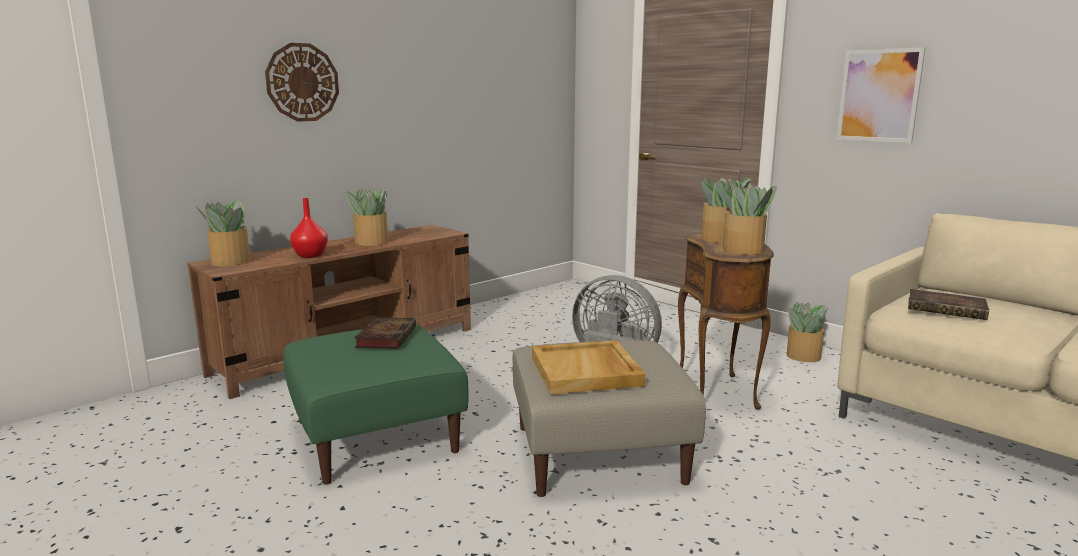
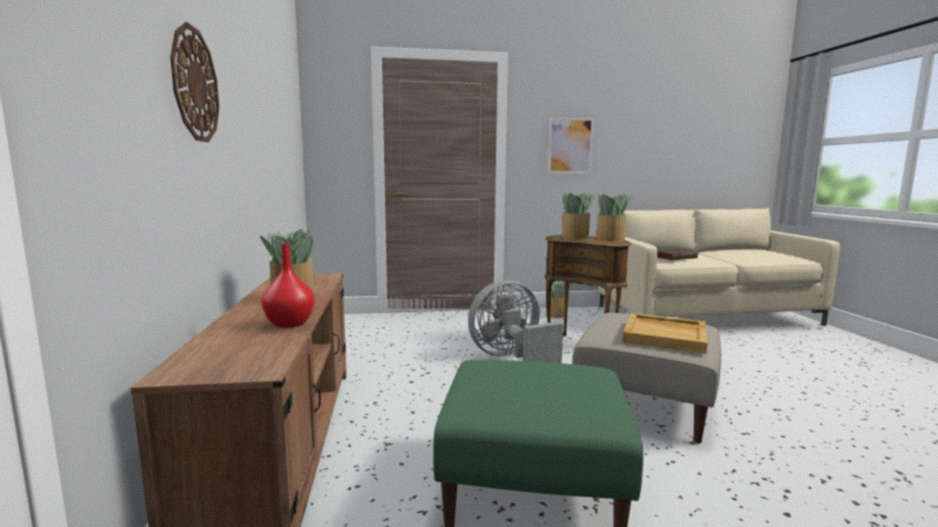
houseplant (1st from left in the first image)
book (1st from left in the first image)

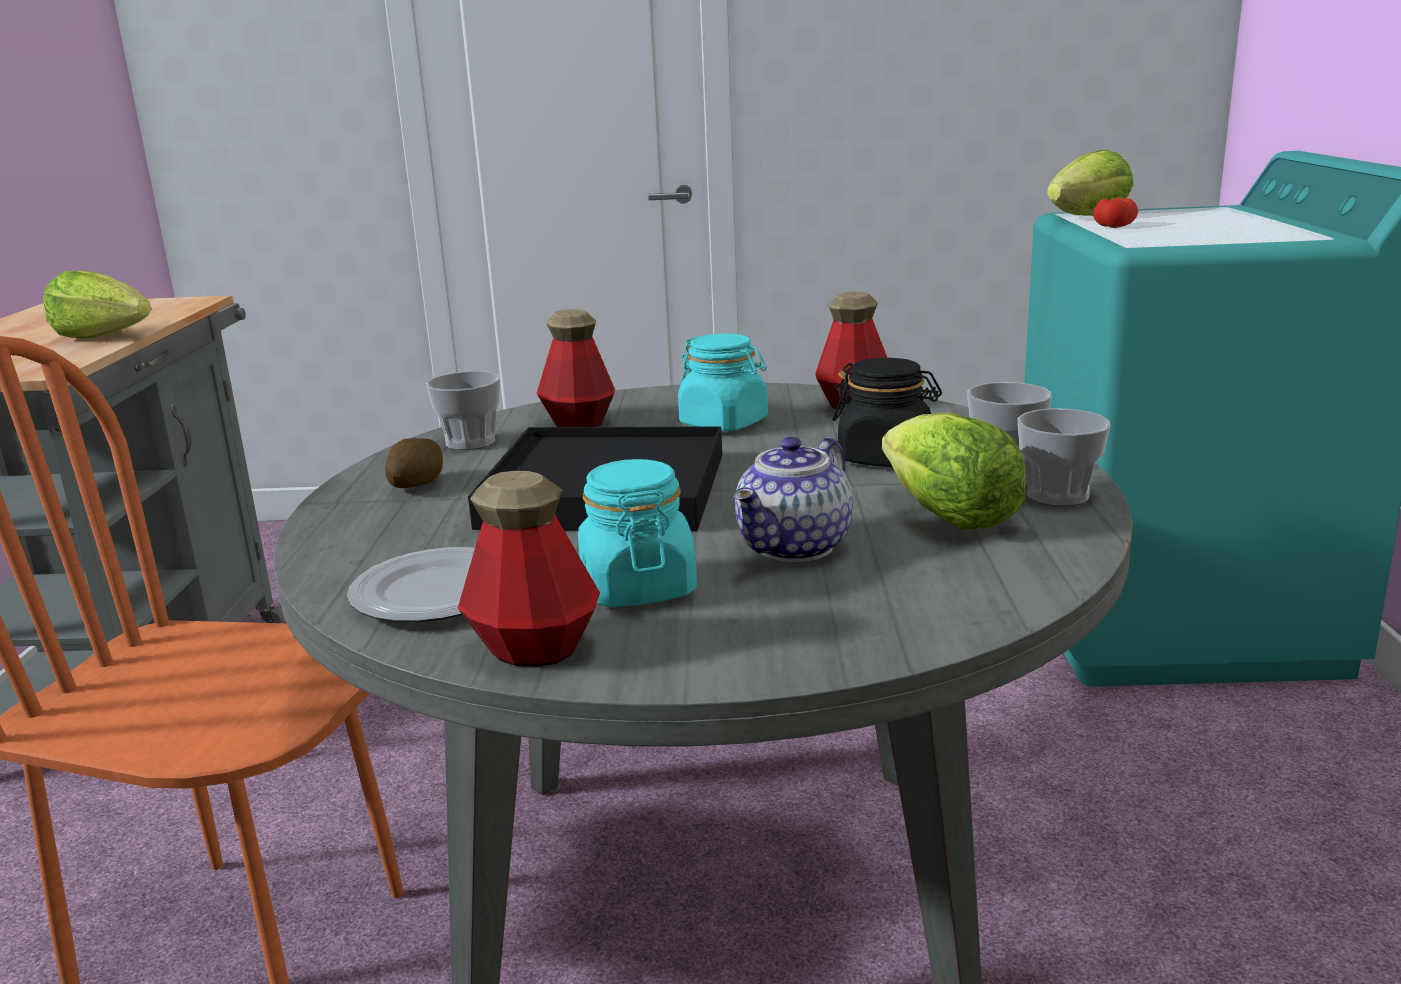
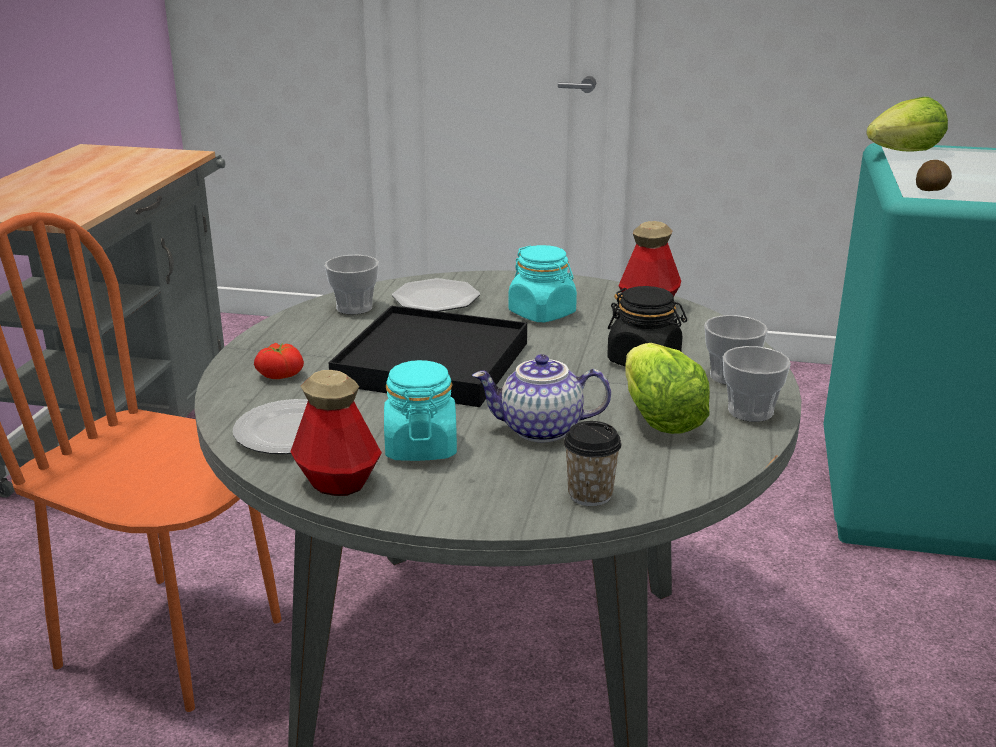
whole_tomato
lettuce (1st from left in the first image)
plate (2nd from left)
teapot
potato
cup (2nd from left)

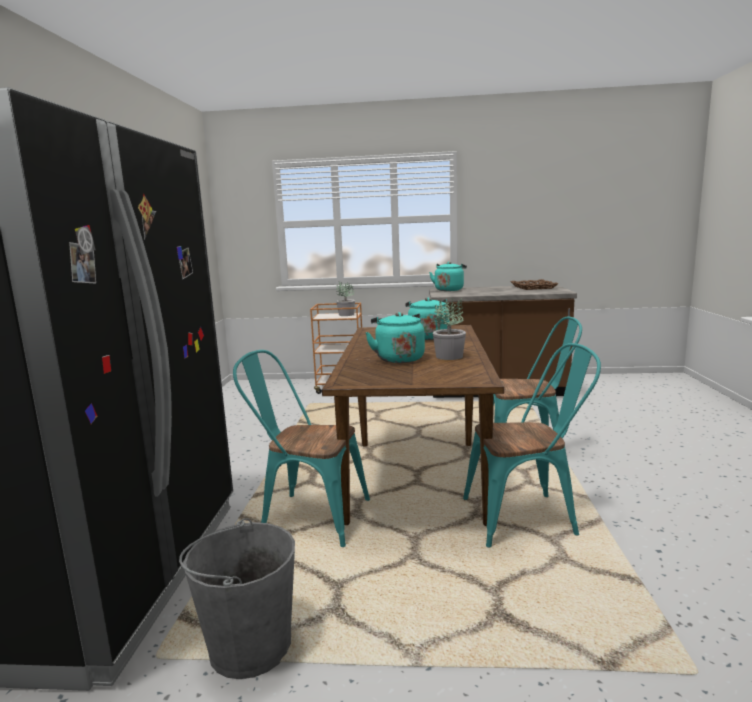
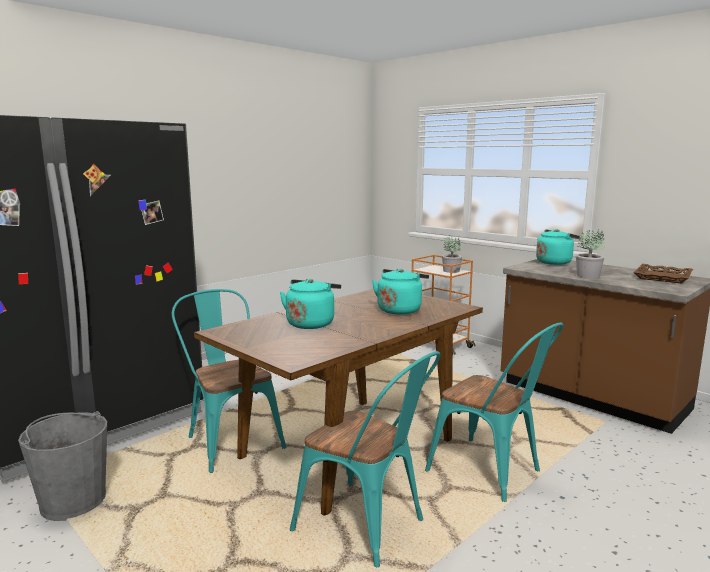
houseplant (2nd from left)

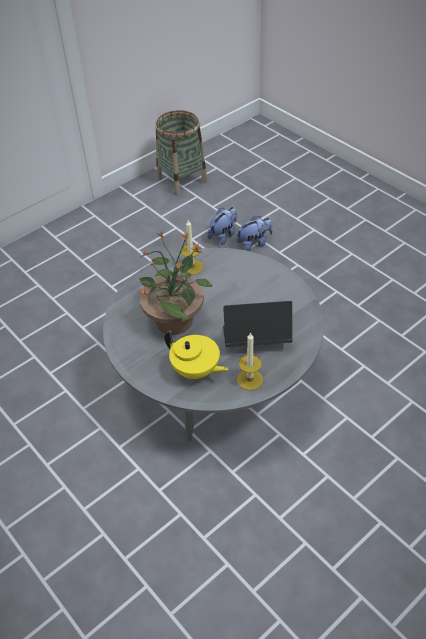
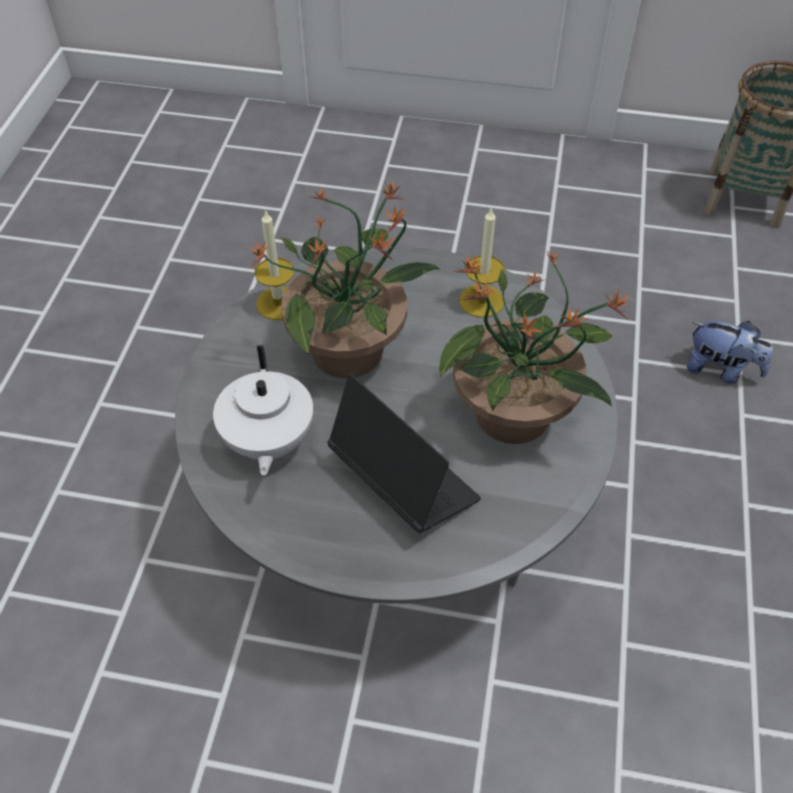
plush_toy (1st from left in the first image)
white_teapot
wax_candle (1st from left)
houseplant (2nd from left)

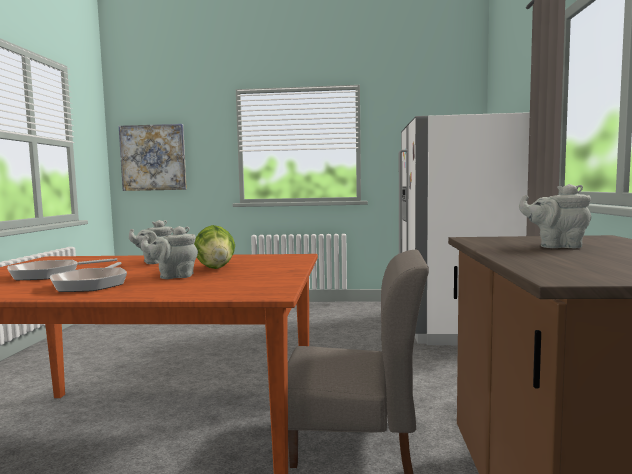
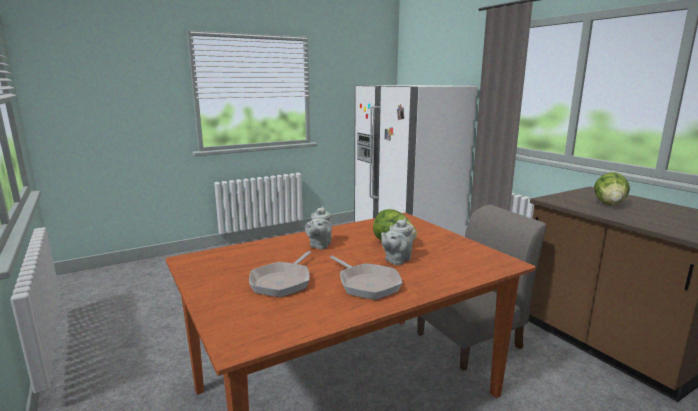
picture
lettuce (2nd from left)

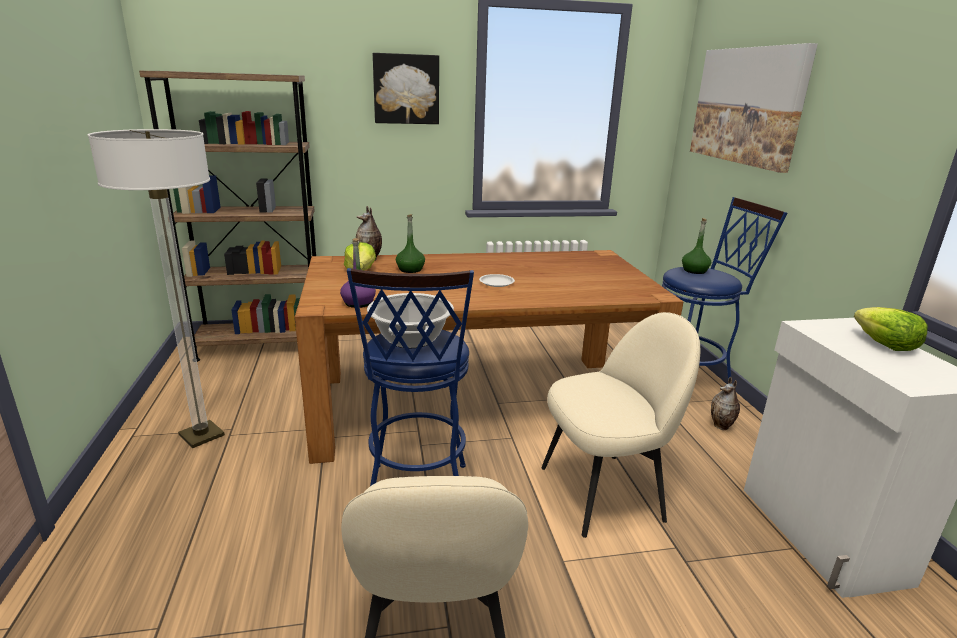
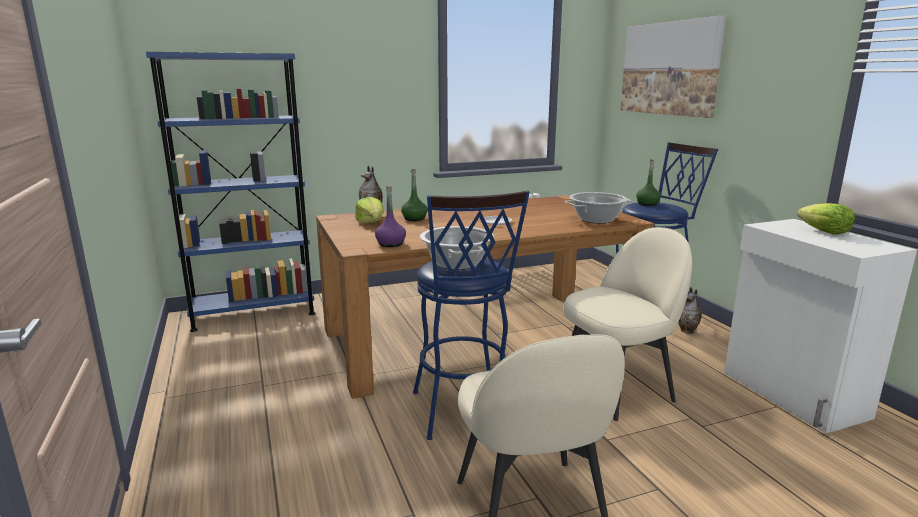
picture (1st from left in the first image)
blue-coloured_shelving_unit
standard_lamp
saucepot (2nd from left)

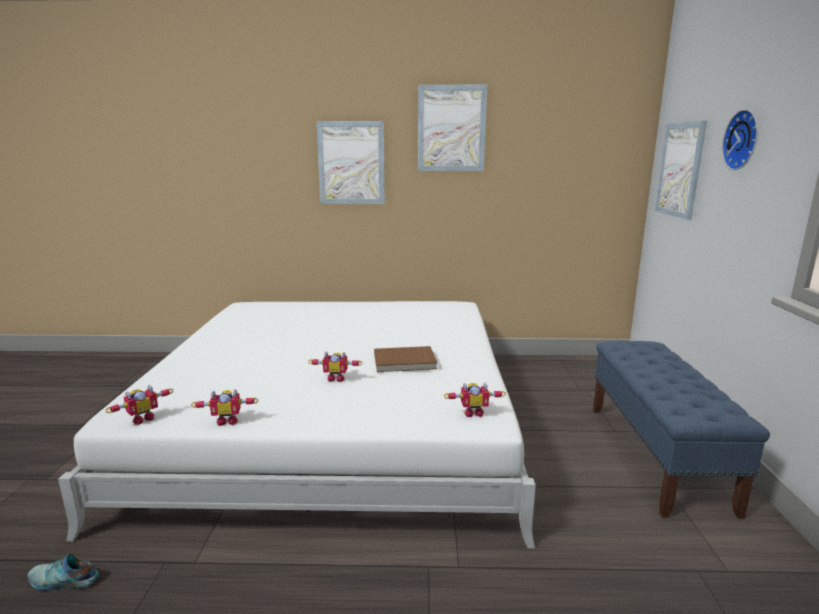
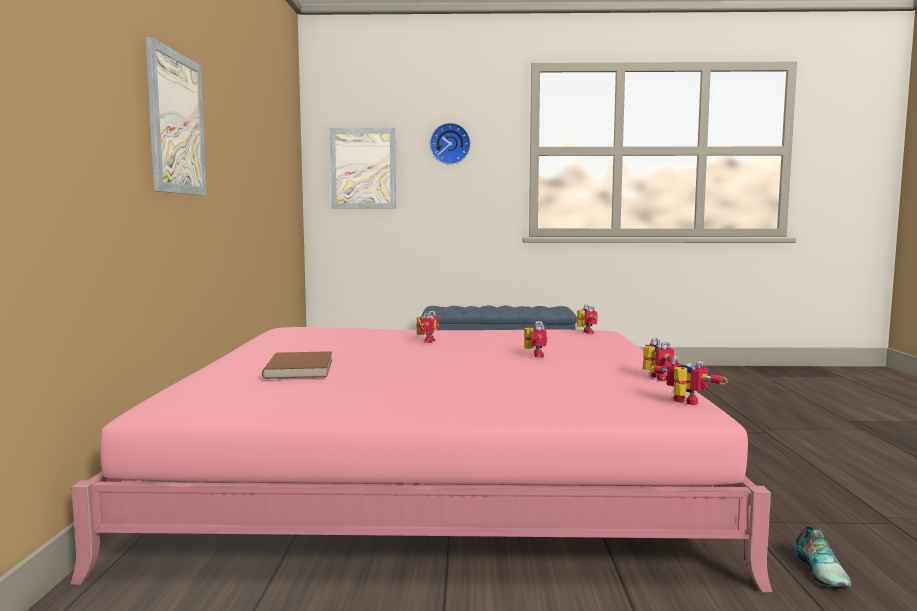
picture (2nd from left in the first image)
pink_bedroom_bed
brownish_book
robot_figure (1st from left)

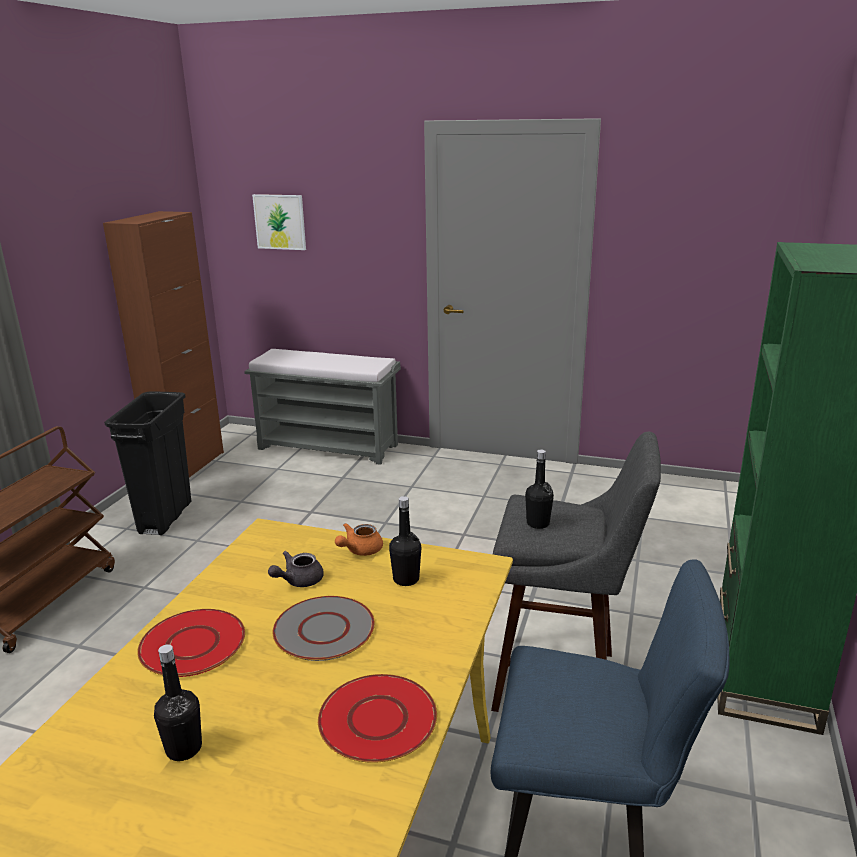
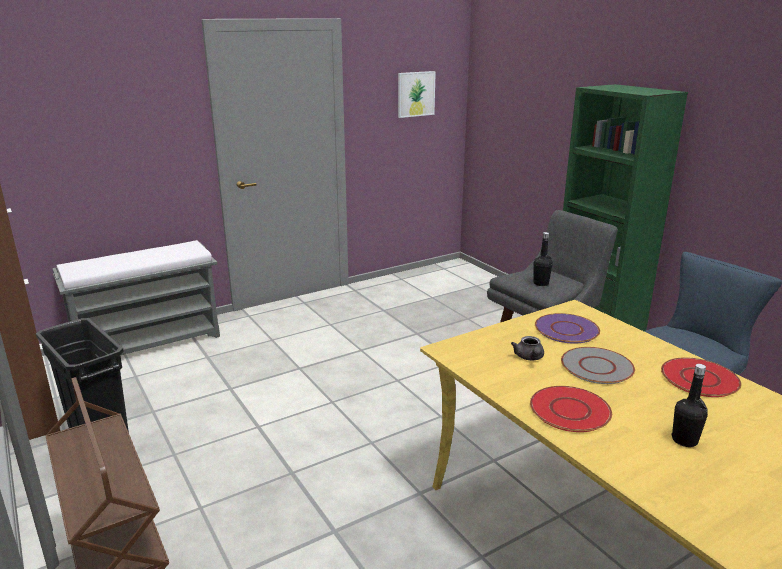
picture
purple-coloured_plate
orangey_teapot

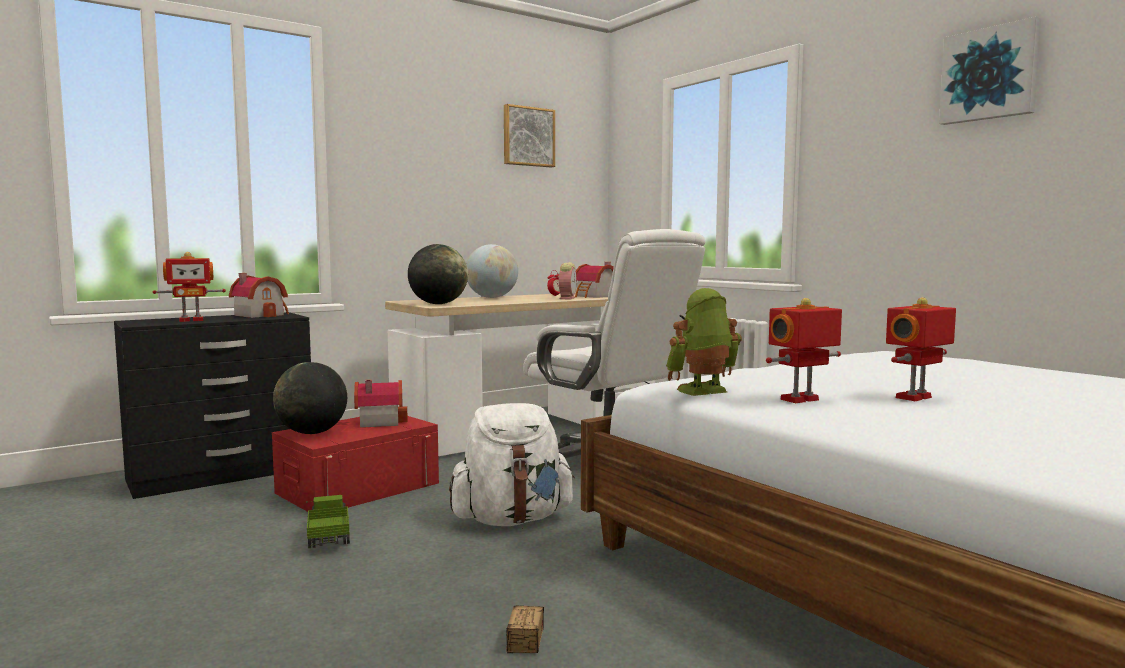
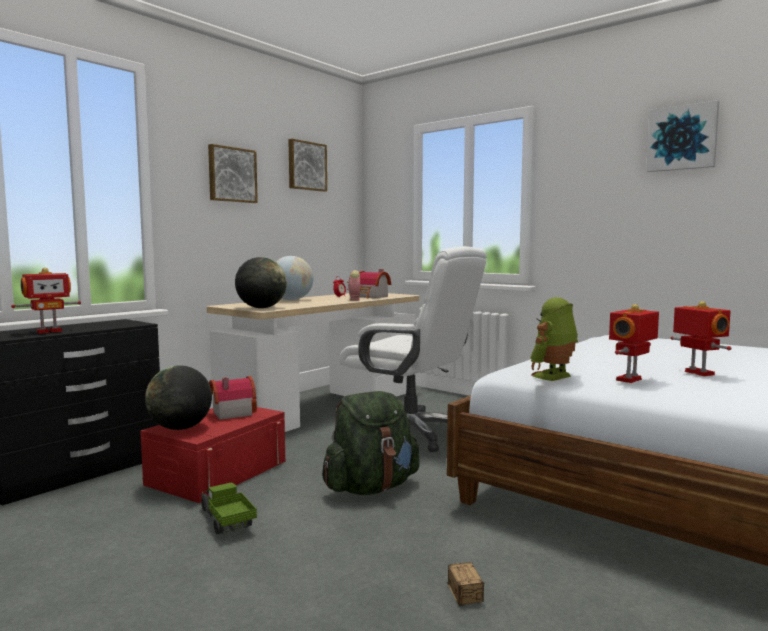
model_house (1st from left in the first image)
robot_figure (4th from left)
green-coloured_backpack
picture (1st from left)

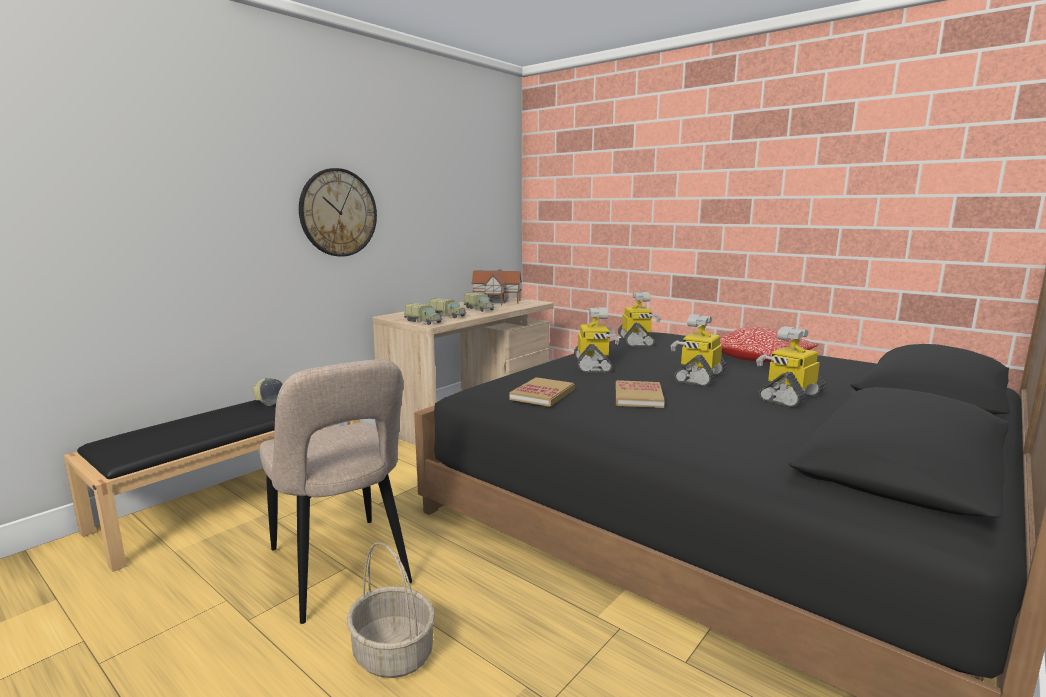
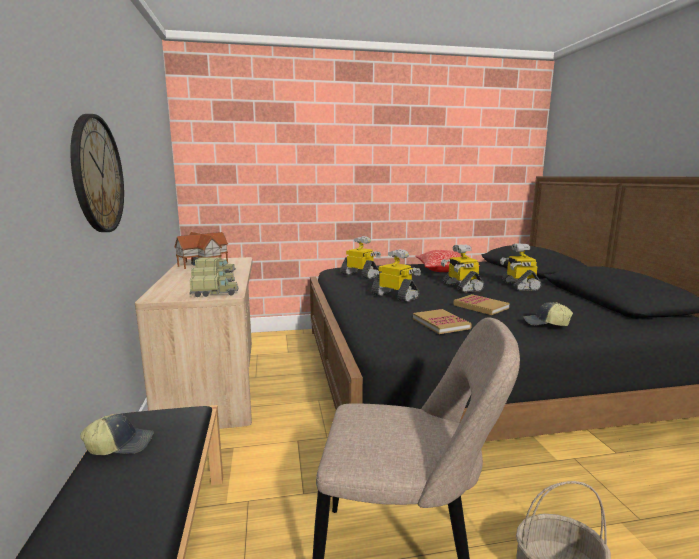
cap (2nd from left)

